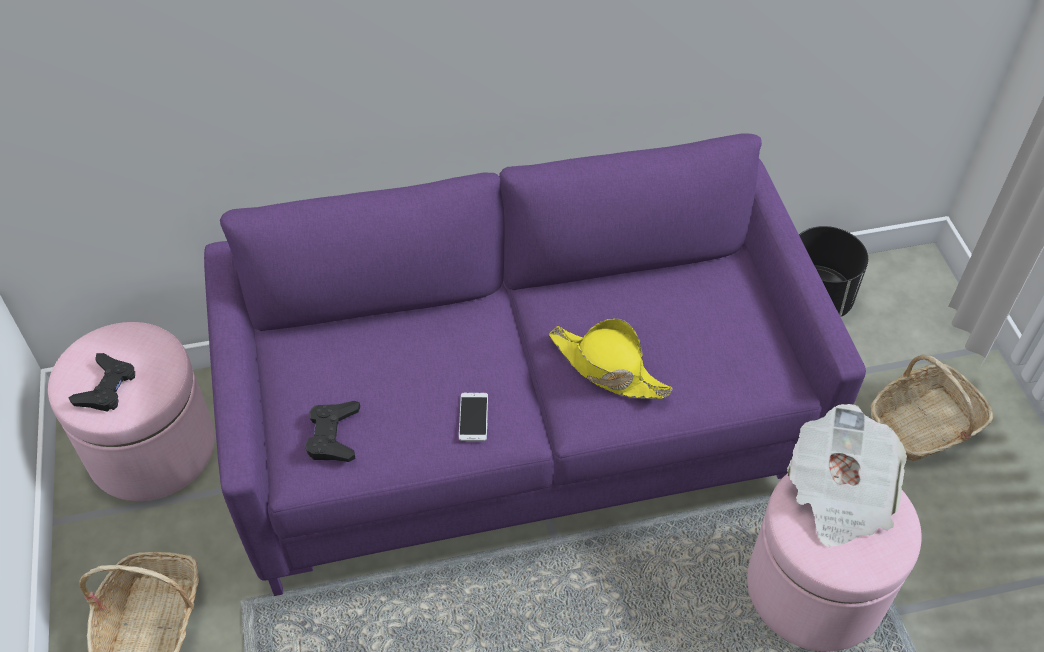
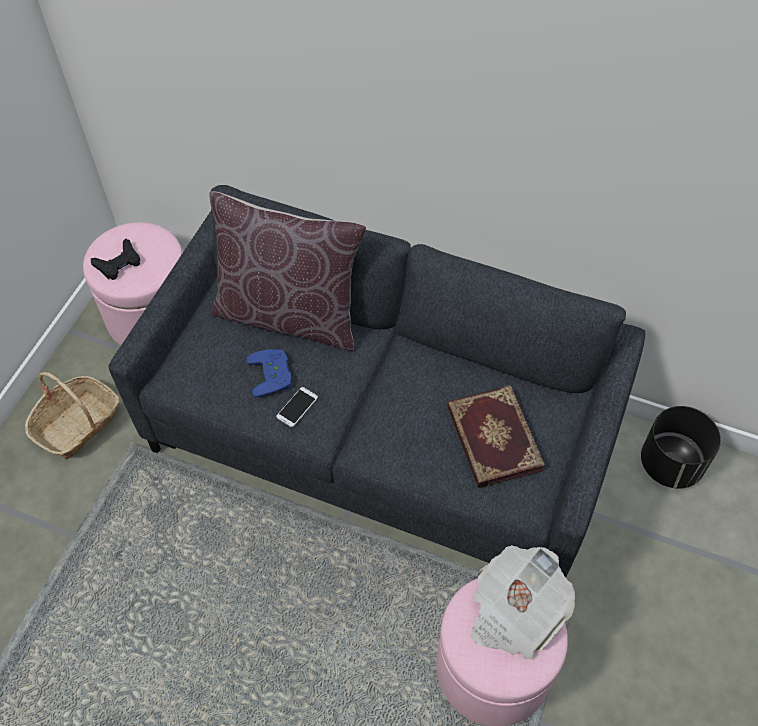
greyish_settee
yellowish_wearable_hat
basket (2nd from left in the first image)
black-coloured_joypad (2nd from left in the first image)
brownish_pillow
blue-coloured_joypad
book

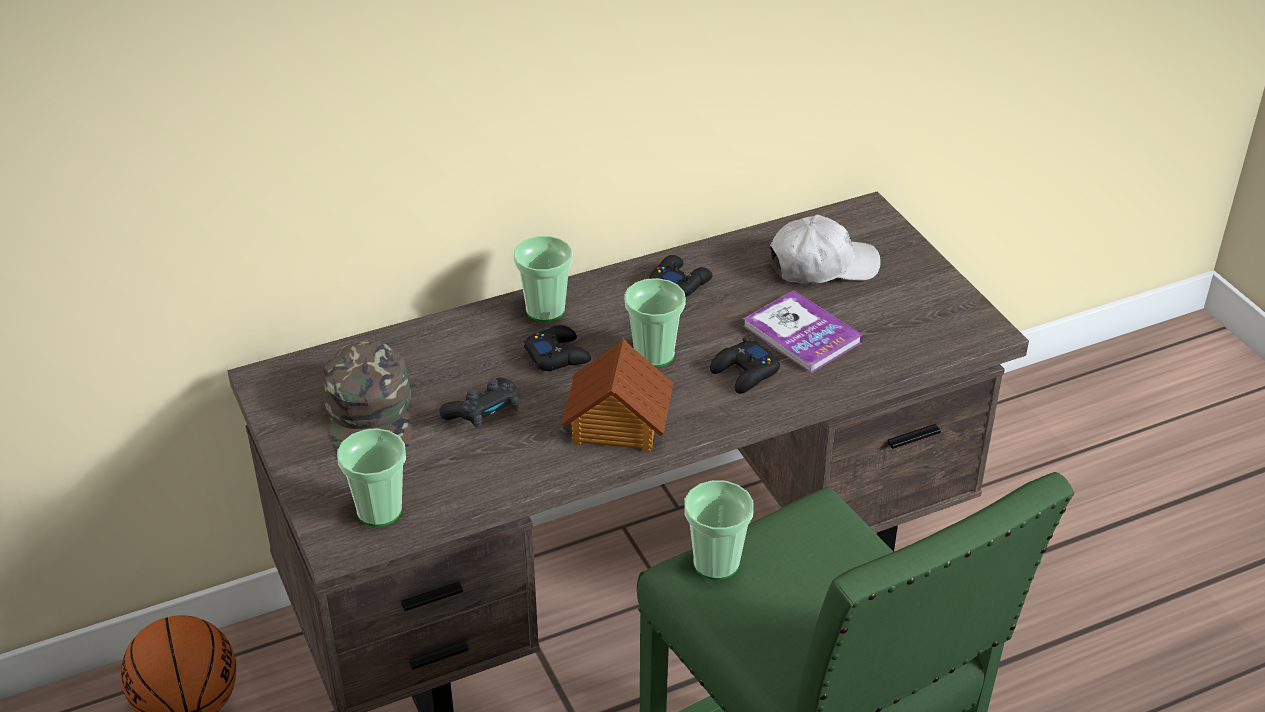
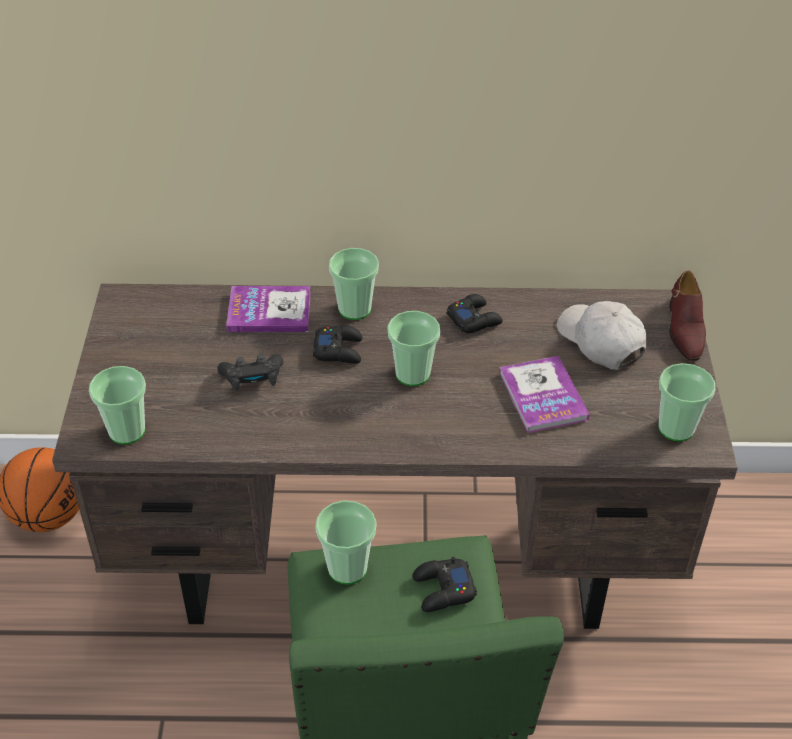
white_cap
black-coloured_joypad (3rd from left)
model_house
green-coloured_cap
brownish_item_of_footwear
book (1st from left)
cup (5th from left)

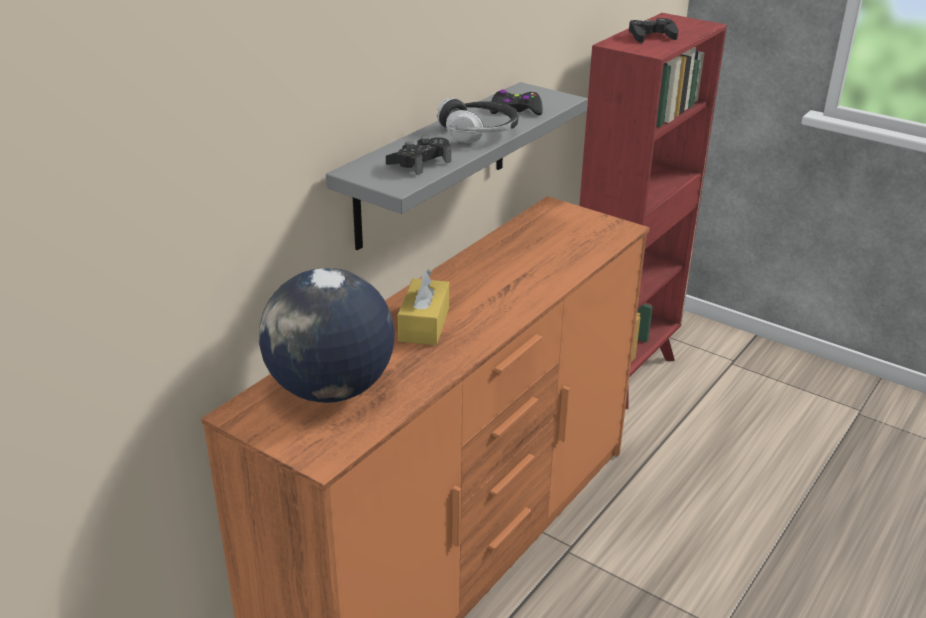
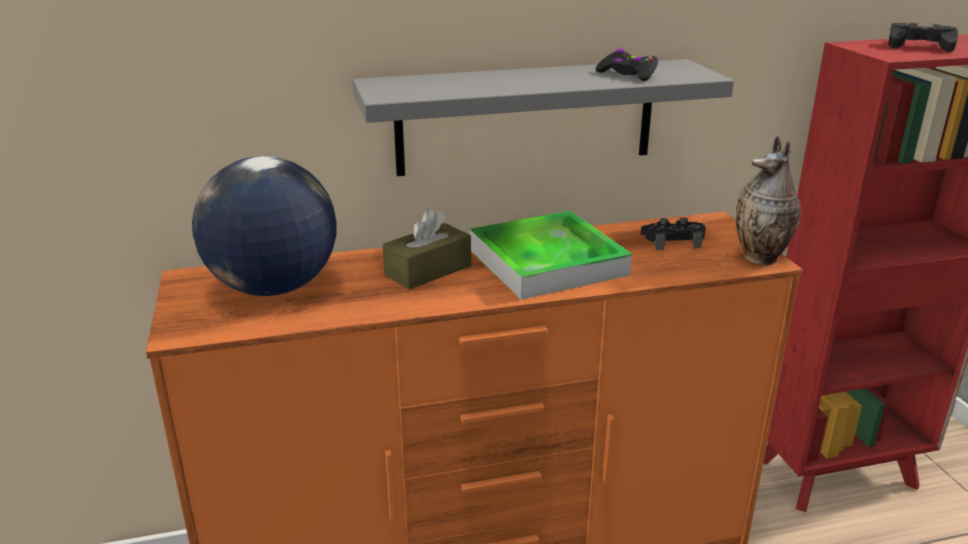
pair_of_headphones
black-coloured_joypad (2nd from left)
brownish_tissue_holder
flower_vase
tray

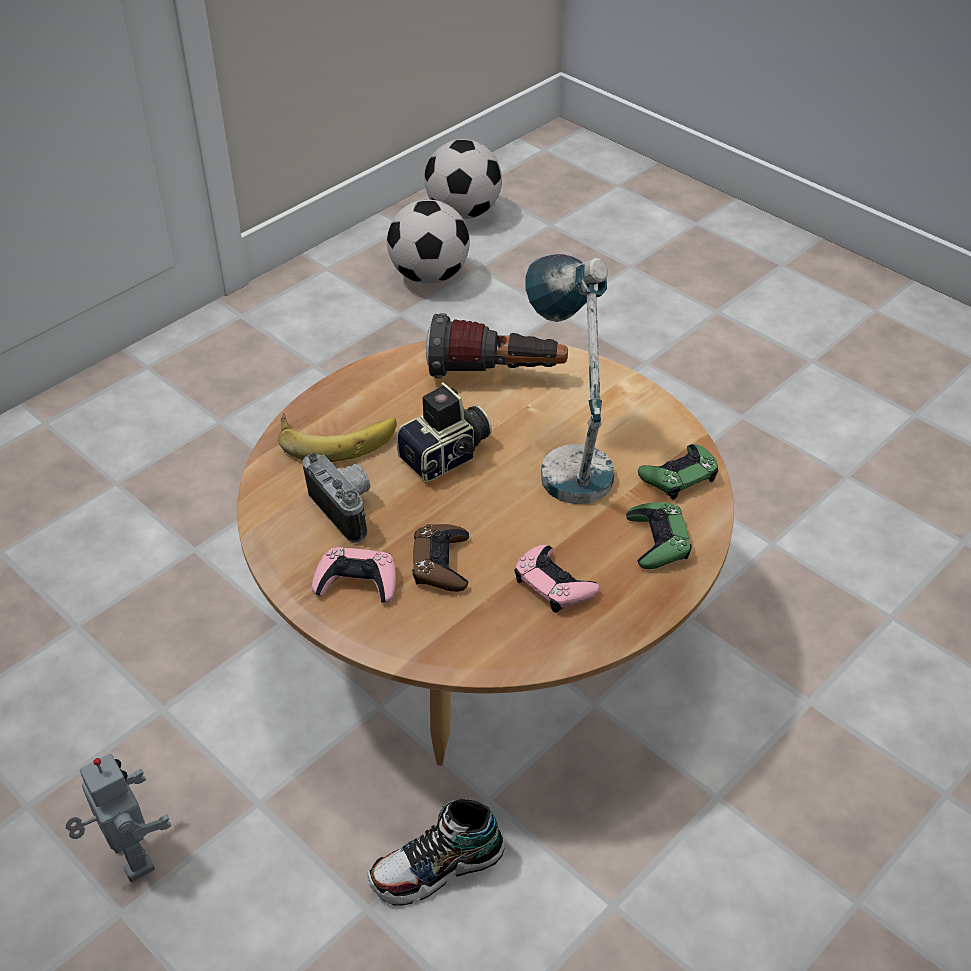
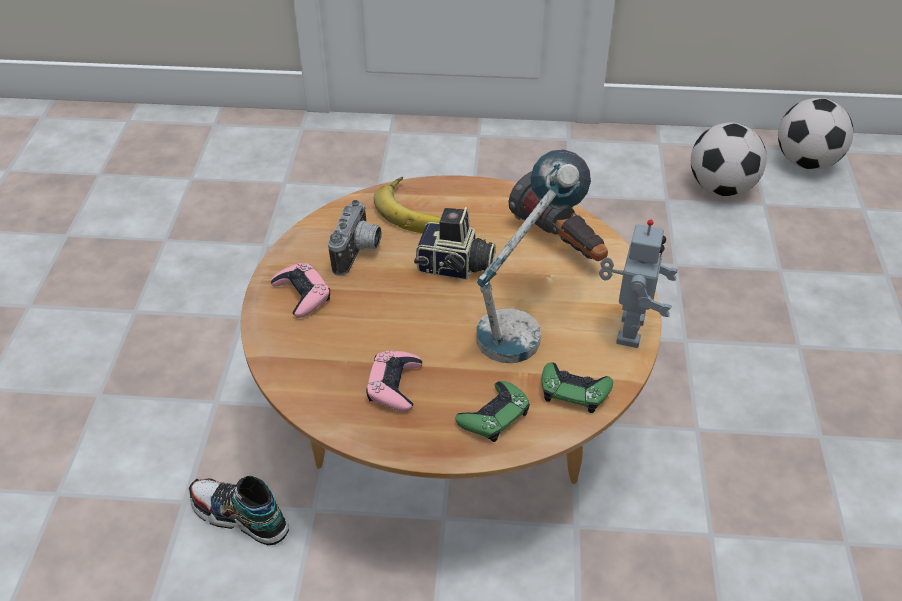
brownish_joypad
robot_figure

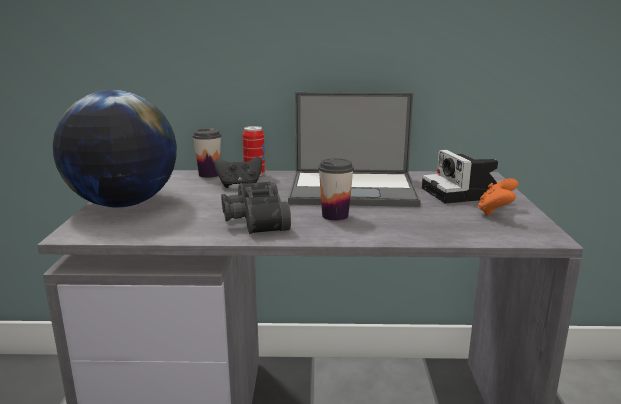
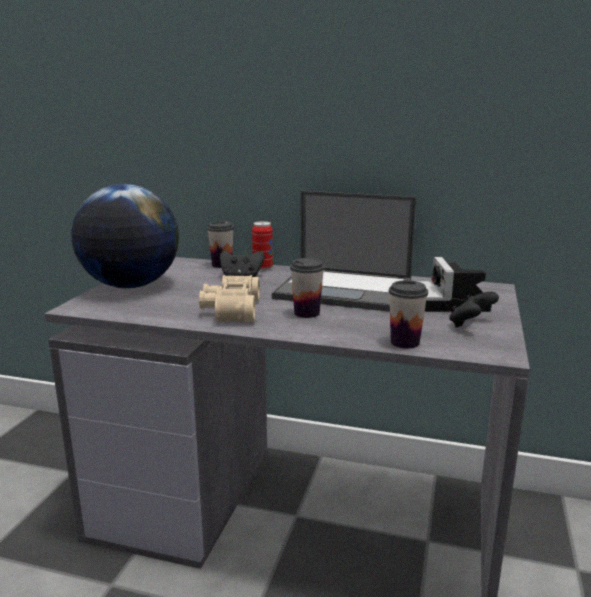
black-coloured_joypad (2nd from left)
beige-coloured_binoculars
cup (3rd from left)

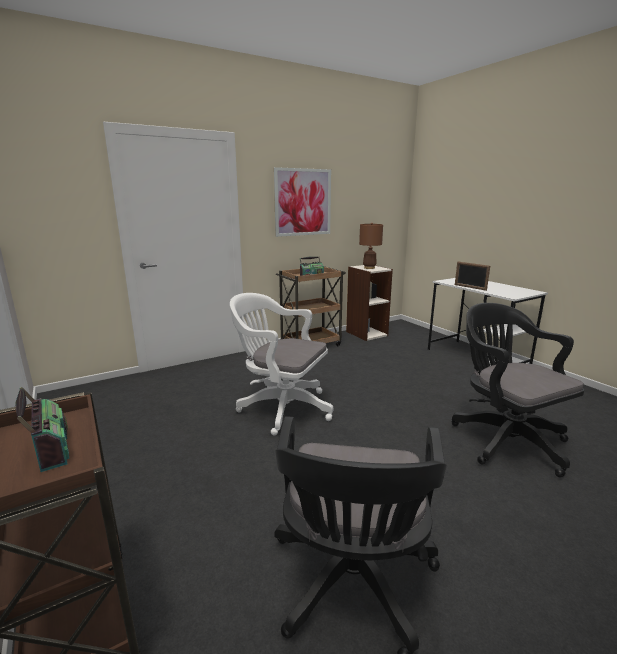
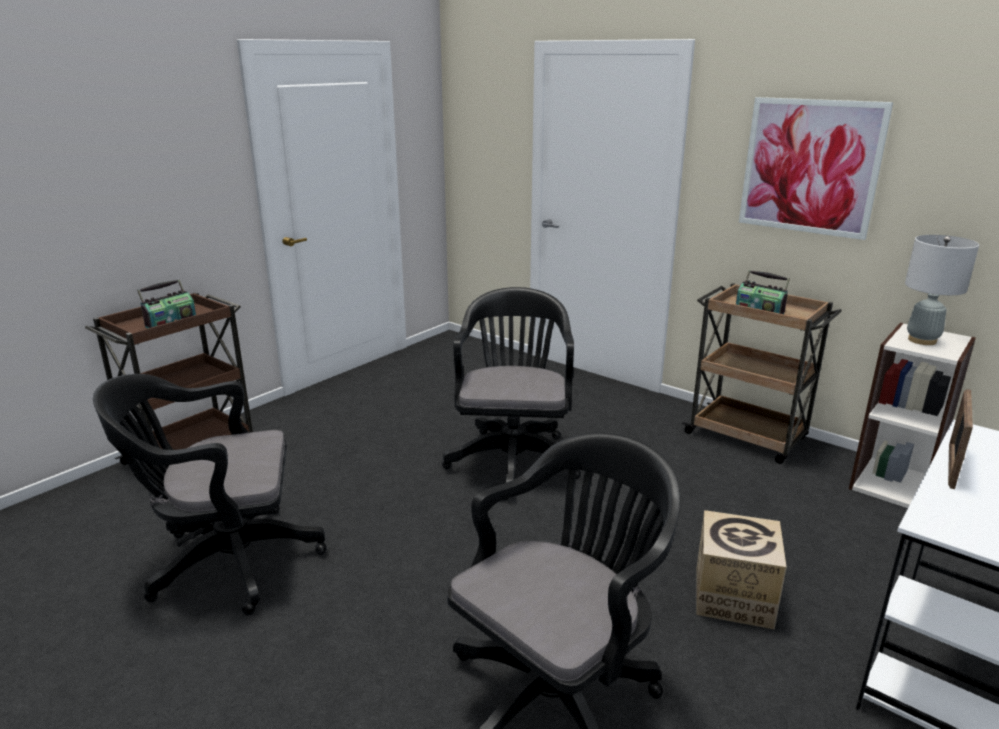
greyish_tabletop_lamp
black-coloured_computer_chair (2nd from left)
packing_box

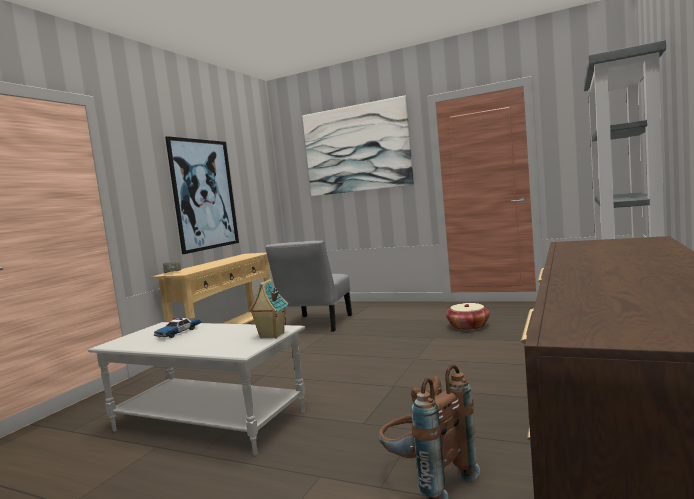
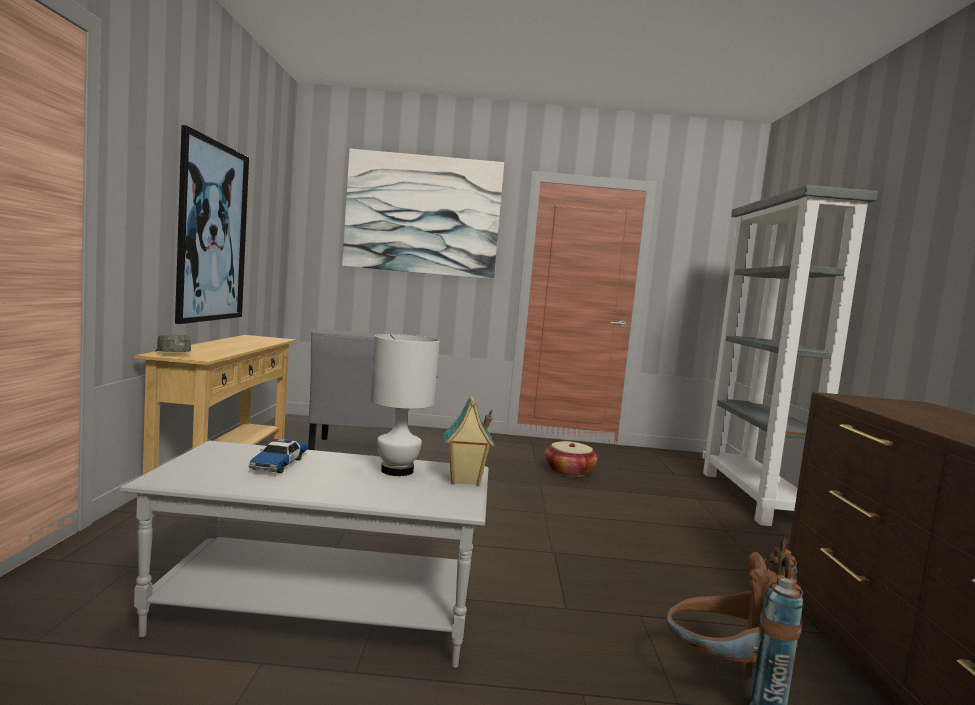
white_tabletop_lamp

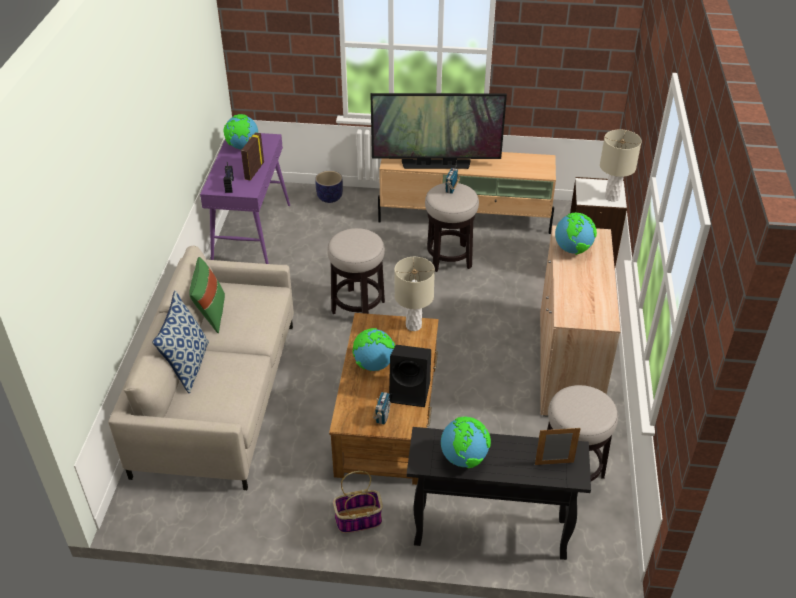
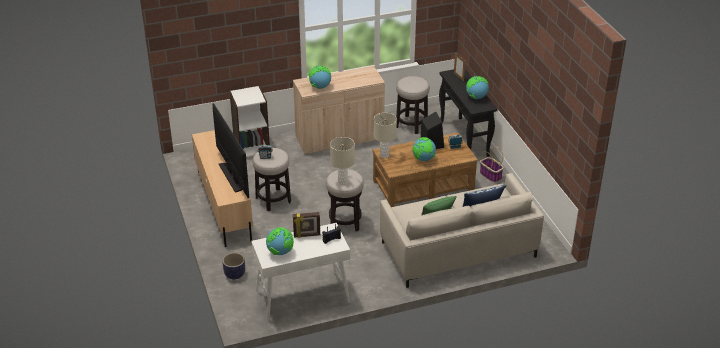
beige-coloured_tabletop_lamp (1st from left)
white_hall_table

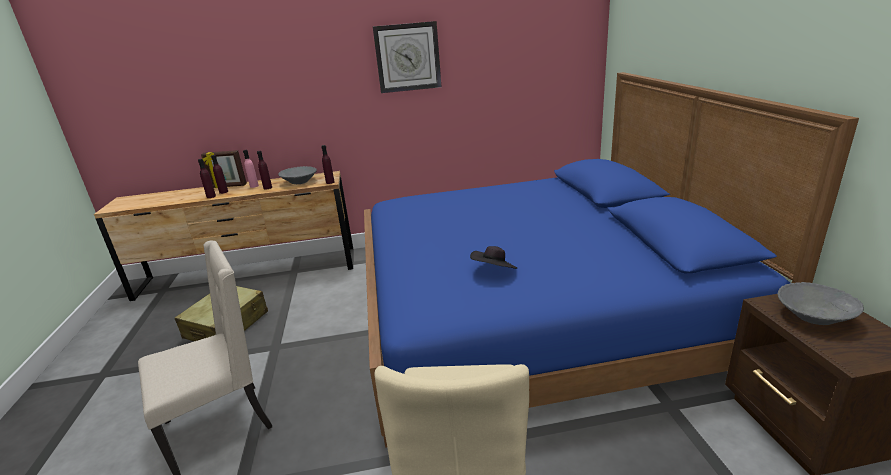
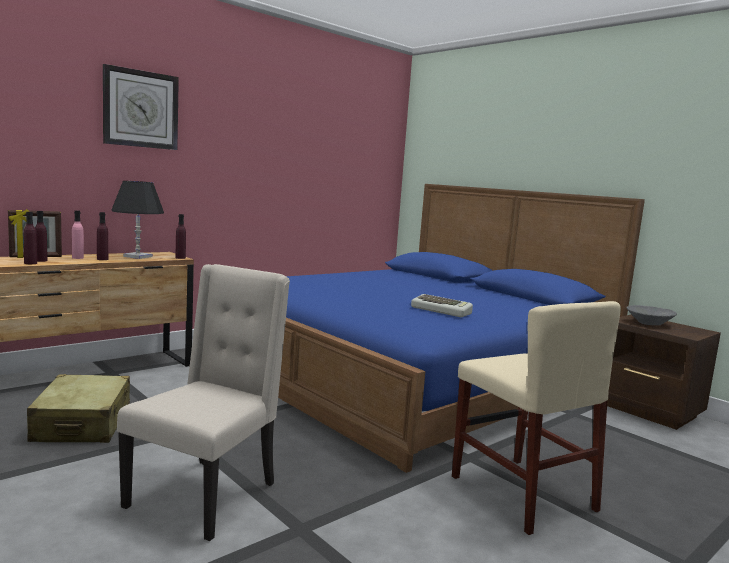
clock_on_the_wall
black-coloured_tabletop_lamp
computer_keyboard

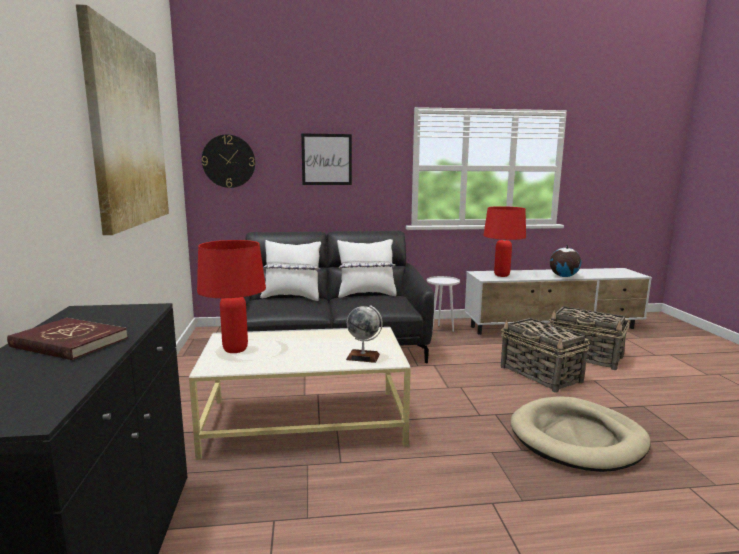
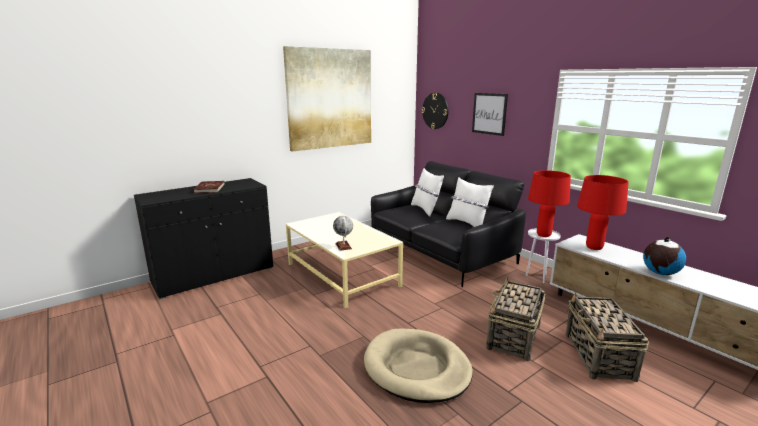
reddish_tabletop_lamp (1st from left)

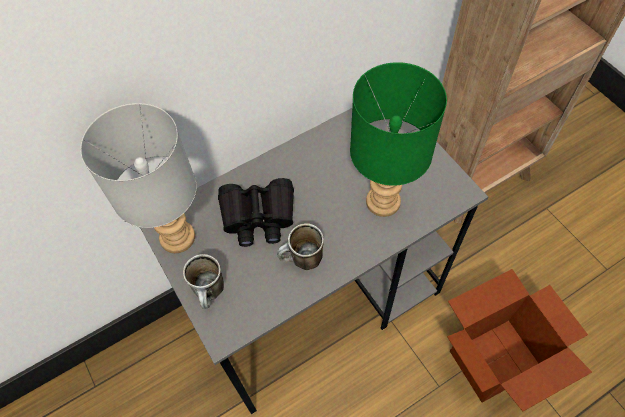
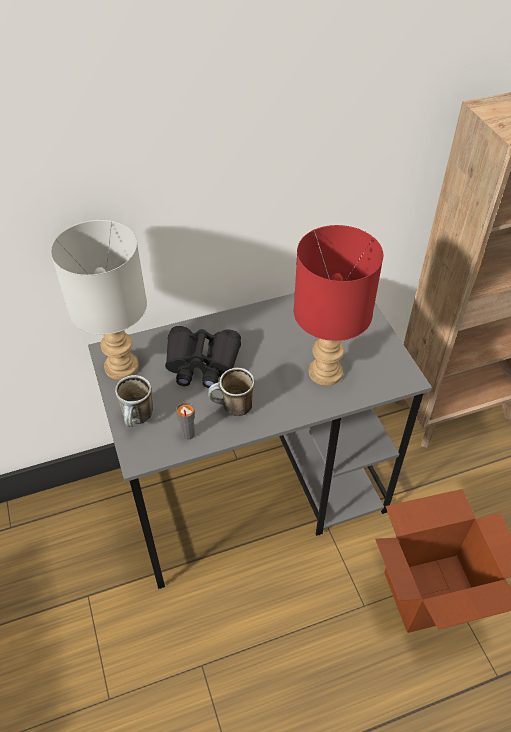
reddish_tabletop_lamp
greyish_cup

